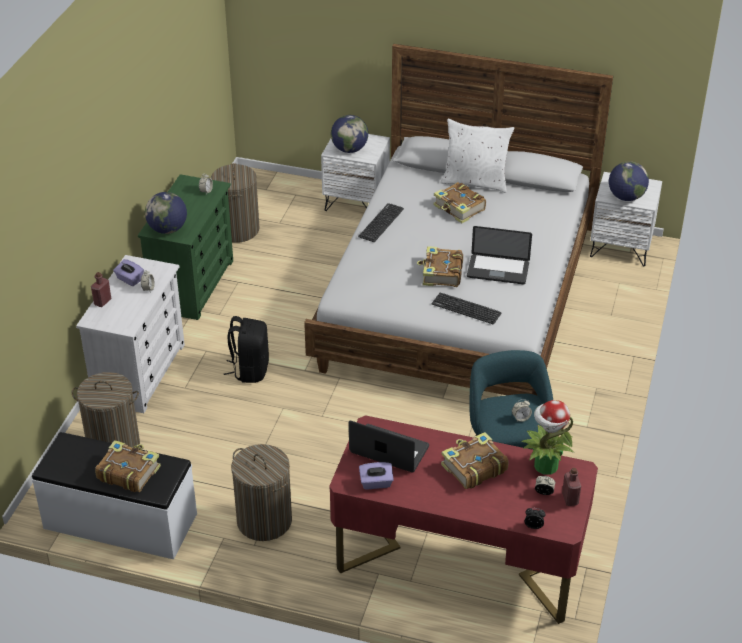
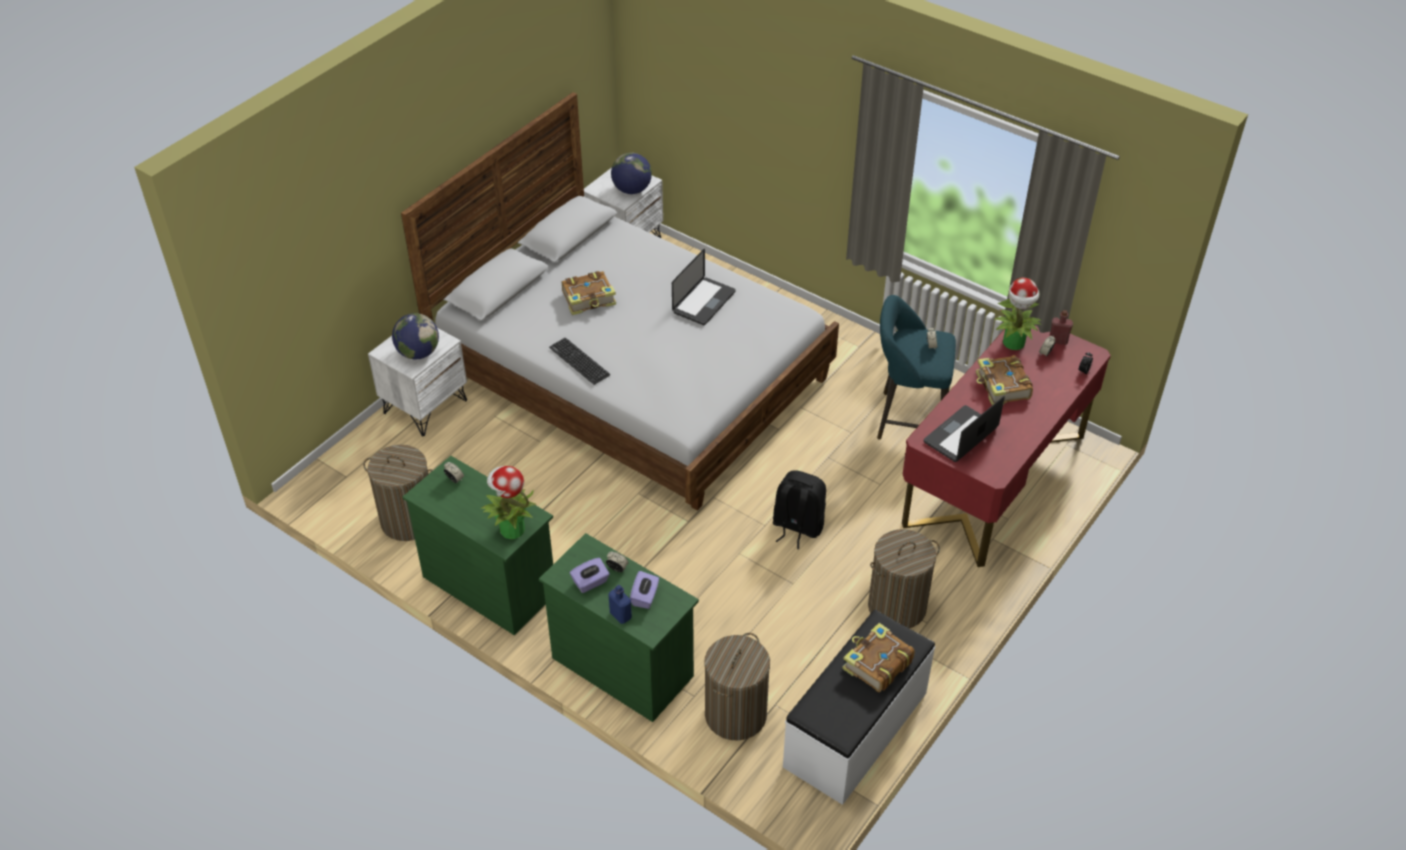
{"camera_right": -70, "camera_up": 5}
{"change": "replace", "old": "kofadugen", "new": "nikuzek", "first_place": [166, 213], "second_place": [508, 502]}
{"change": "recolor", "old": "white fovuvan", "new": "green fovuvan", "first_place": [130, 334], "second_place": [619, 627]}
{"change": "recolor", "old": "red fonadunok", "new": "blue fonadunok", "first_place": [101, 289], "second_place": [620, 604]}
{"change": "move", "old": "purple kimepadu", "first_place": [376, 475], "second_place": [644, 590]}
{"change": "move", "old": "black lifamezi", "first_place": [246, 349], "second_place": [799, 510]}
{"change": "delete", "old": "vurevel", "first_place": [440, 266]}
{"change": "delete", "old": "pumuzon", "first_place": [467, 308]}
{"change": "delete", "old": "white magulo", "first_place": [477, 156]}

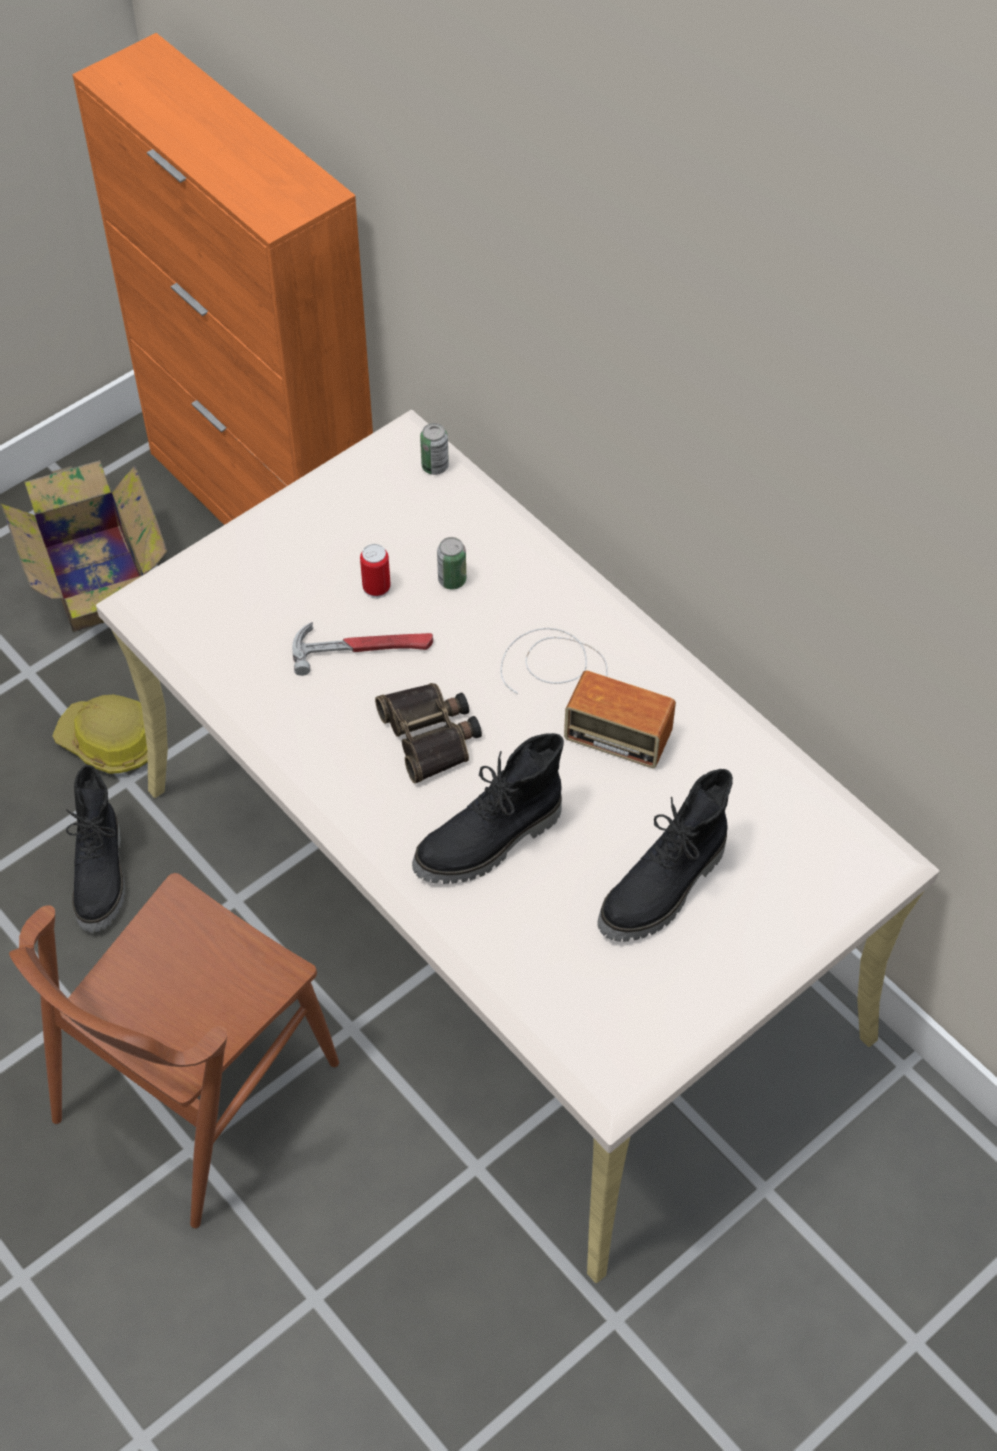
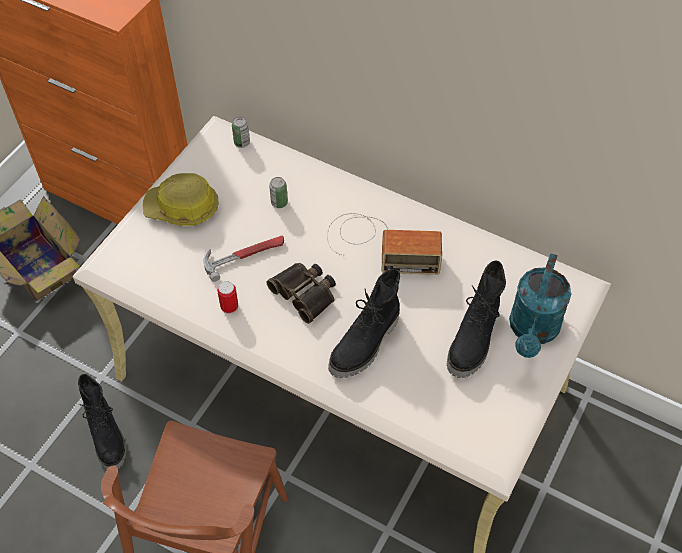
{"camera_right": -20, "camera_up": 0}
{"change": "move", "old": "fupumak", "first_place": [100, 734], "second_place": [181, 199]}
{"change": "move", "old": "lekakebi", "first_place": [375, 571], "second_place": [227, 297]}
{"change": "insert", "new": "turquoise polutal", "second_place": [540, 305]}

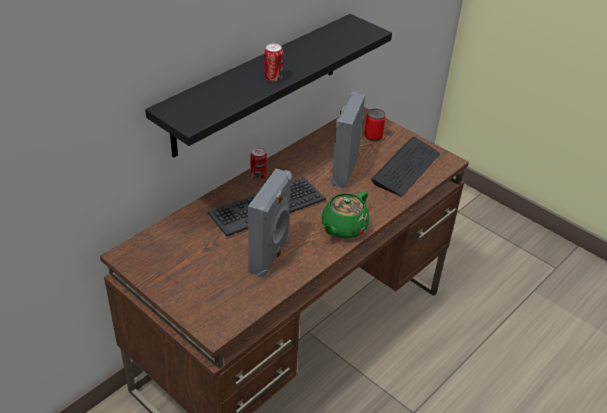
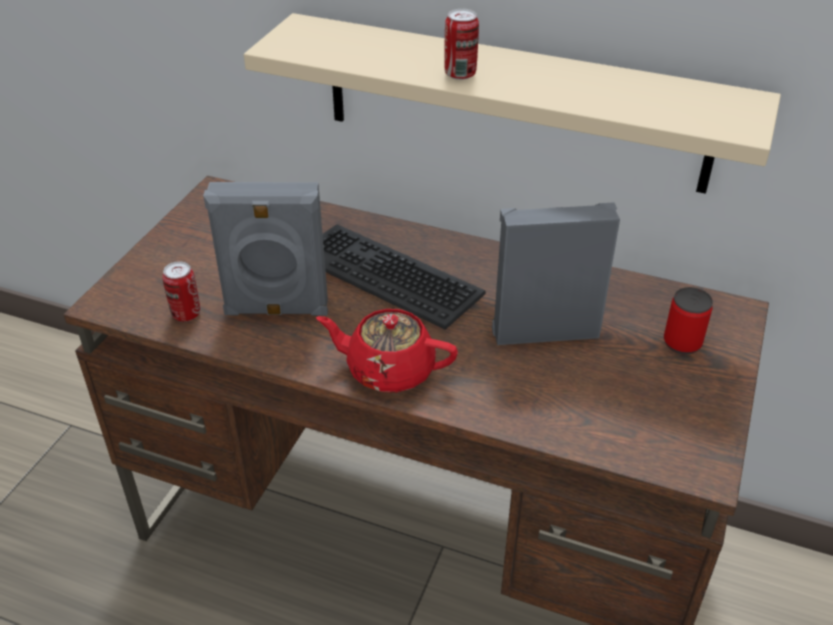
{"camera_right": 70, "camera_up": 0}
{"change": "move", "old": "lekakebi", "first_place": [258, 164], "second_place": [181, 291]}
{"change": "recolor", "old": "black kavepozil", "new": "beige kavepozil", "first_place": [268, 86], "second_place": [512, 103]}
{"change": "recolor", "old": "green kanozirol", "new": "red kanozirol", "first_place": [346, 215], "second_place": [387, 351]}
{"change": "delete", "old": "pumuzon", "first_place": [405, 166]}

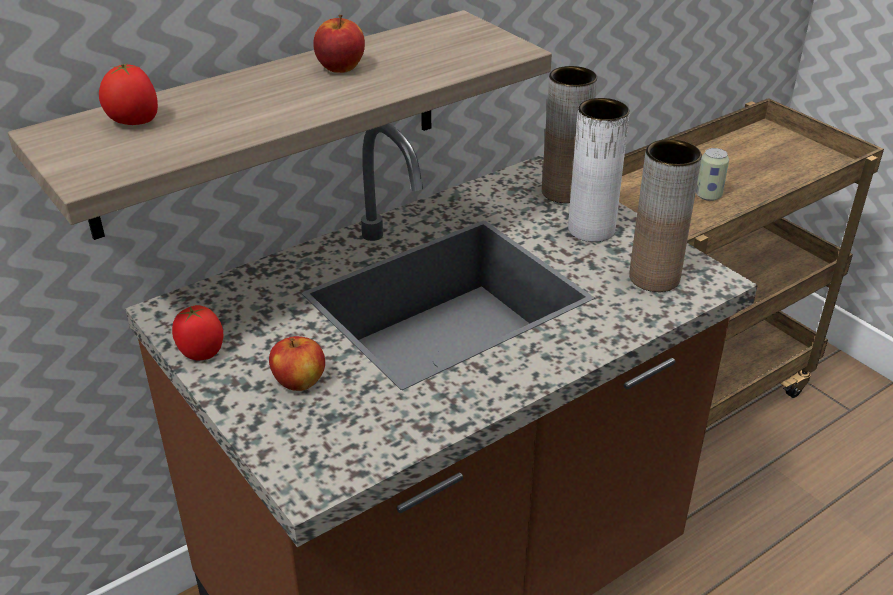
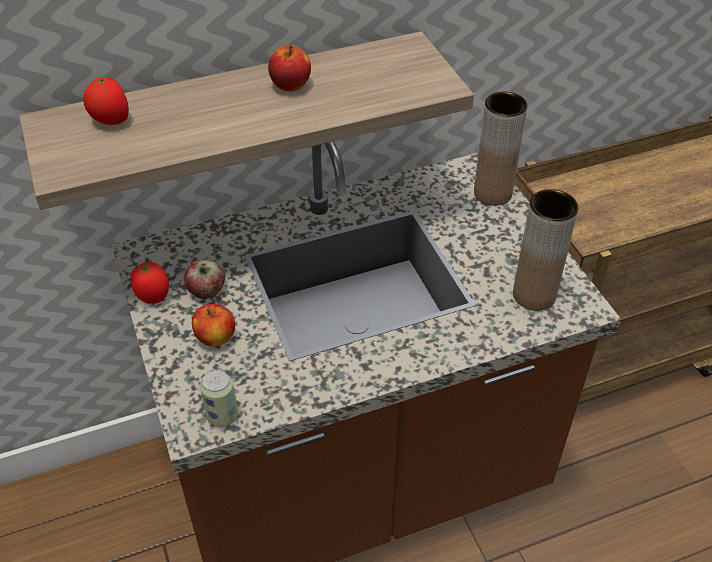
{"camera_right": 15, "camera_up": 10}
{"change": "insert", "new": "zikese", "second_place": [204, 279]}
{"change": "move", "old": "lekakebi", "first_place": [712, 174], "second_place": [219, 398]}
{"change": "delete", "old": "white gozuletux", "first_place": [599, 170]}

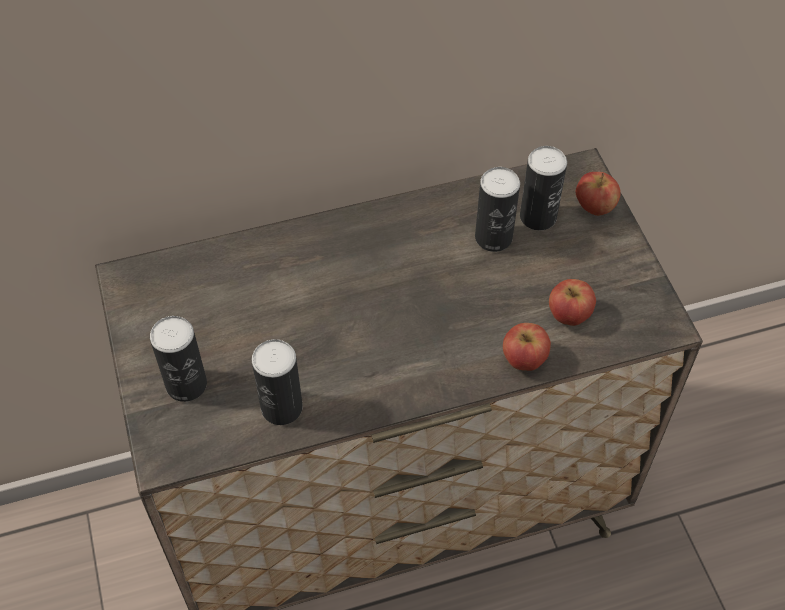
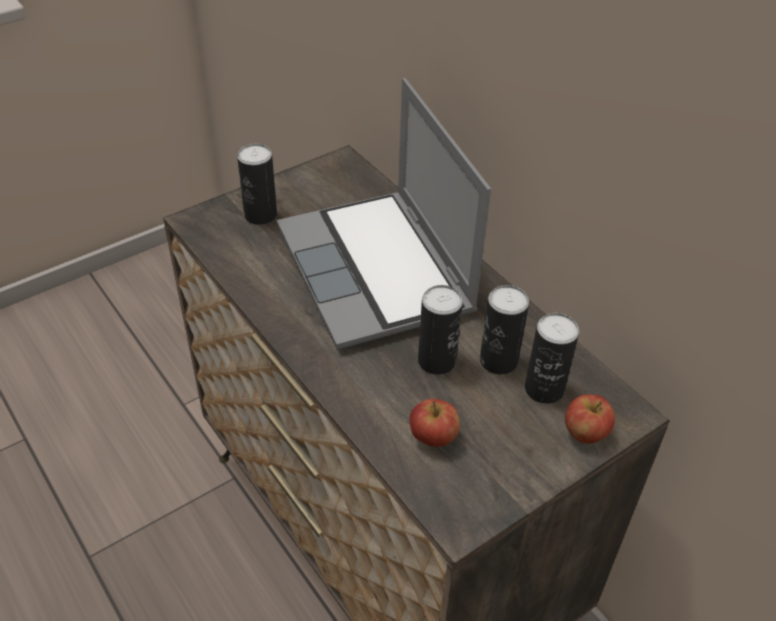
{"camera_right": 70, "camera_up": -10}
{"change": "insert", "new": "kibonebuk", "second_place": [384, 214]}
{"change": "move", "old": "lekakebi", "first_place": [277, 382], "second_place": [440, 330]}
{"change": "delete", "old": "zikese", "first_place": [527, 347]}

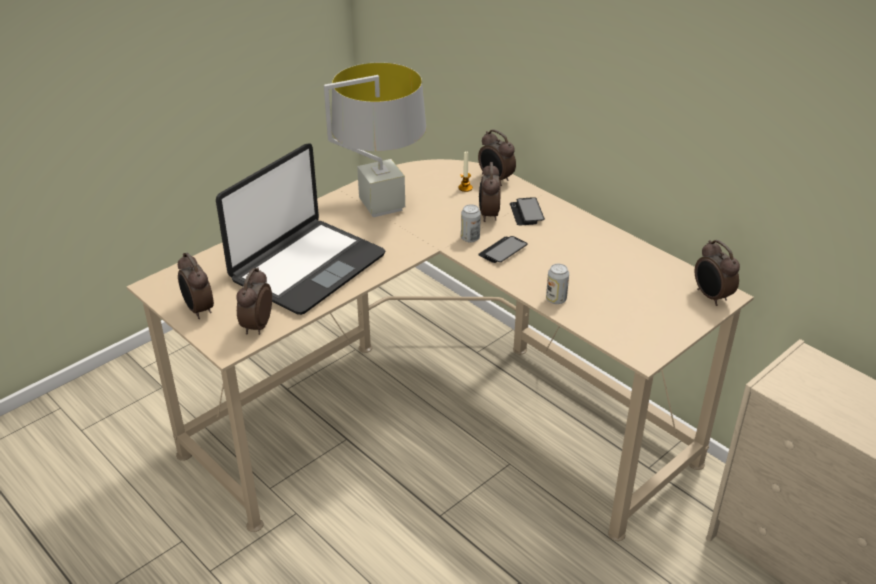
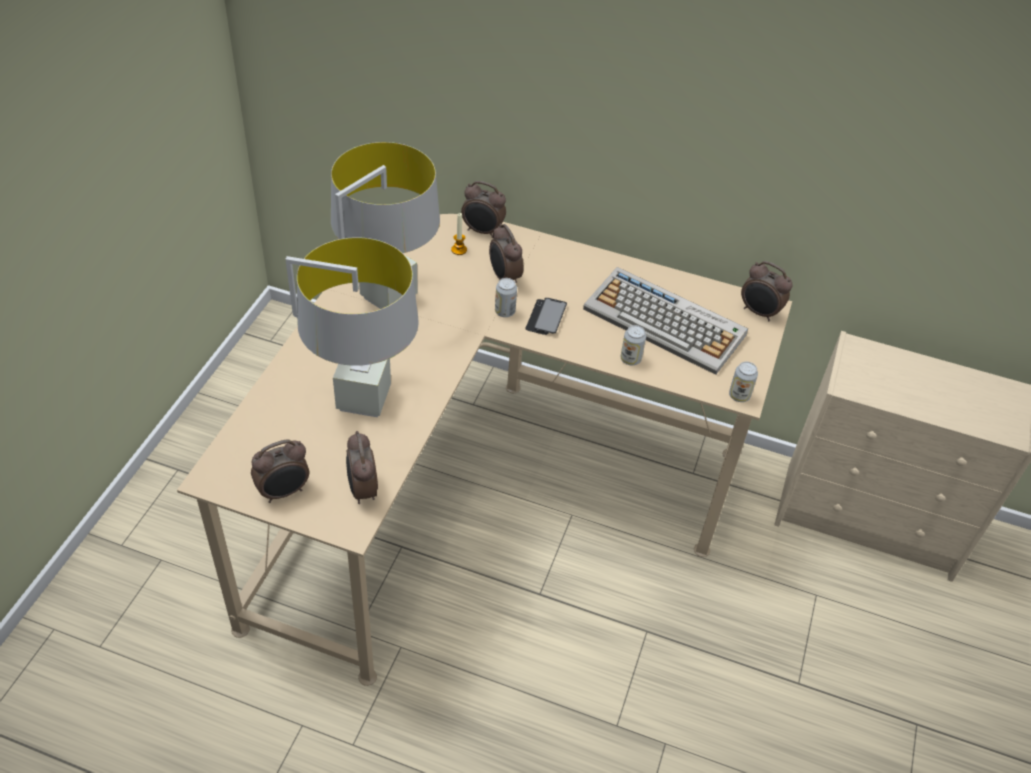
{"camera_right": -30, "camera_up": 10}
{"change": "rotate", "old": "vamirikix", "first_place": [196, 285], "second_place": [280, 471], "degrees": -60}
{"change": "replace", "old": "kibonebuk", "new": "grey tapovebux", "first_place": [301, 229], "second_place": [352, 327]}
{"change": "insert", "new": "pumuzon", "second_place": [665, 321]}
{"change": "insert", "new": "lekakebi", "second_place": [743, 382]}
{"change": "delete", "old": "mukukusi", "first_place": [527, 211]}

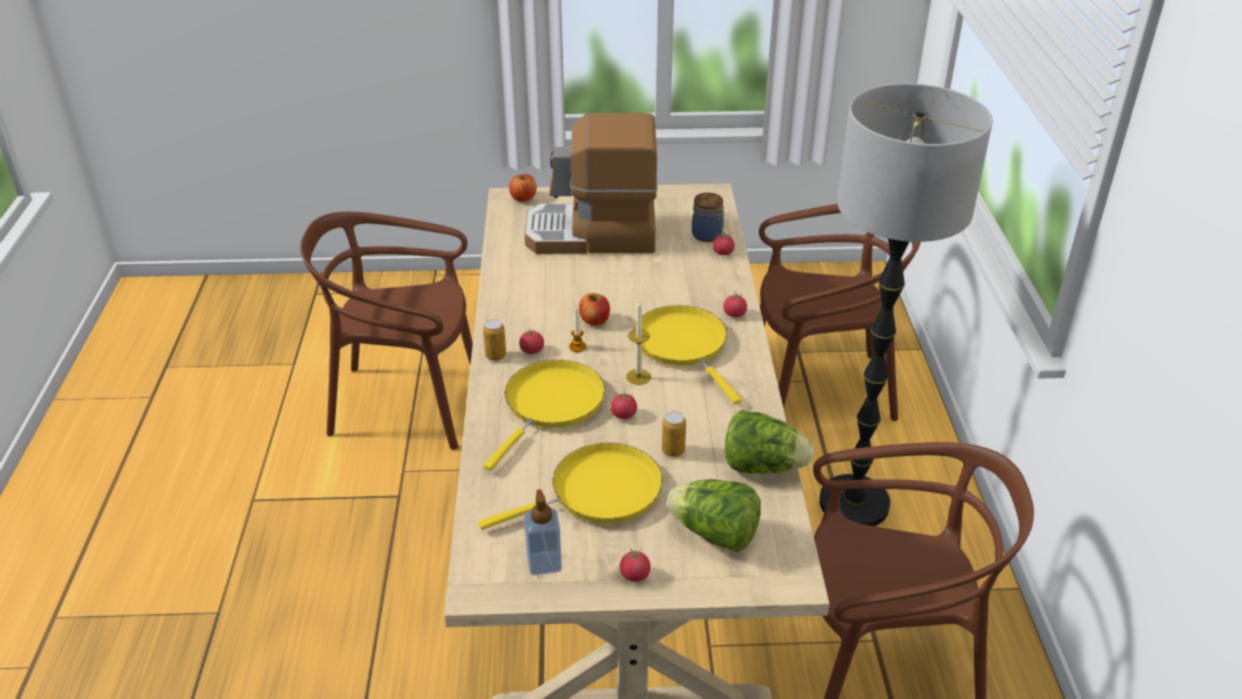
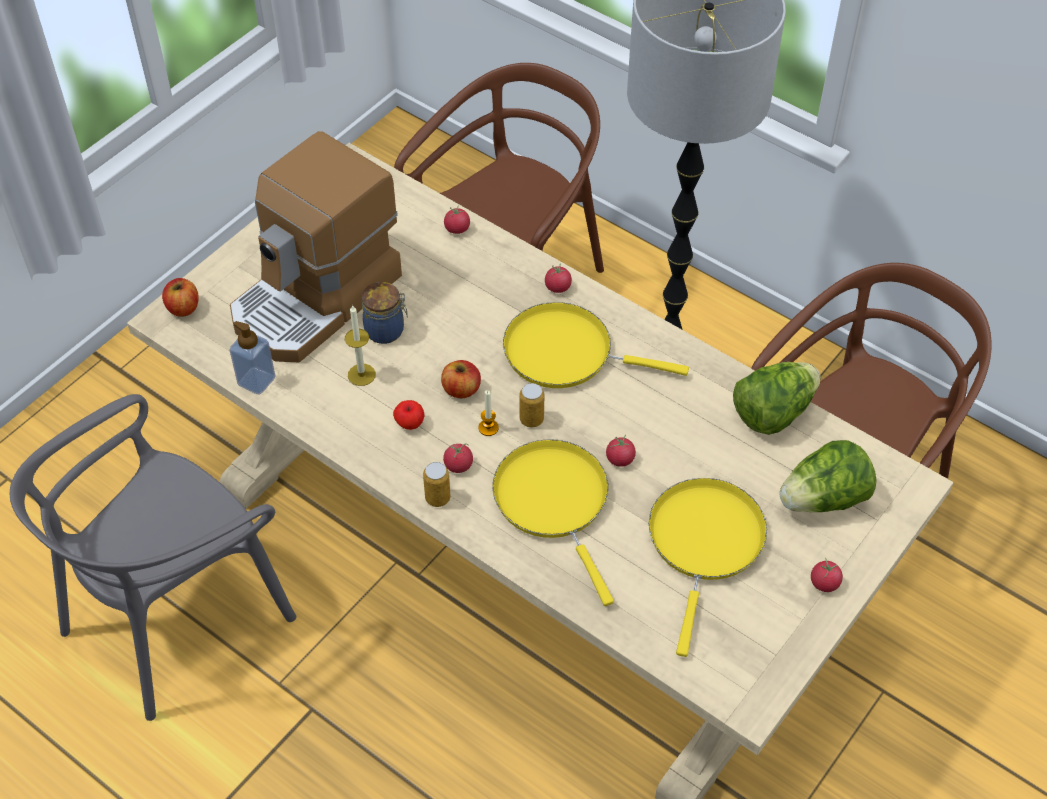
{"camera_right": -50, "camera_up": 15}
{"change": "recolor", "old": "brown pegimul", "new": "grey pegimul", "first_place": [386, 331], "second_place": [153, 557]}
{"change": "move", "old": "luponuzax", "first_place": [543, 532], "second_place": [252, 358]}
{"change": "move", "old": "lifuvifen", "first_place": [638, 342], "second_place": [360, 345]}
{"change": "move", "old": "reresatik", "first_place": [708, 217], "second_place": [385, 313]}
{"change": "insert", "new": "zikese", "second_place": [408, 415]}
{"change": "move", "old": "lekakebi", "first_place": [674, 434], "second_place": [531, 405]}

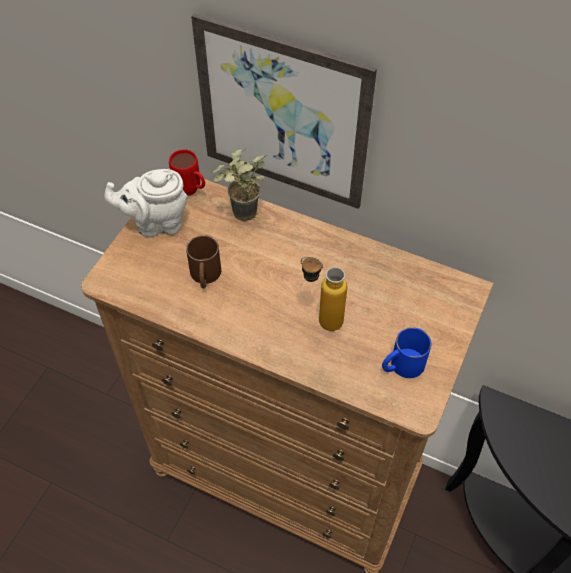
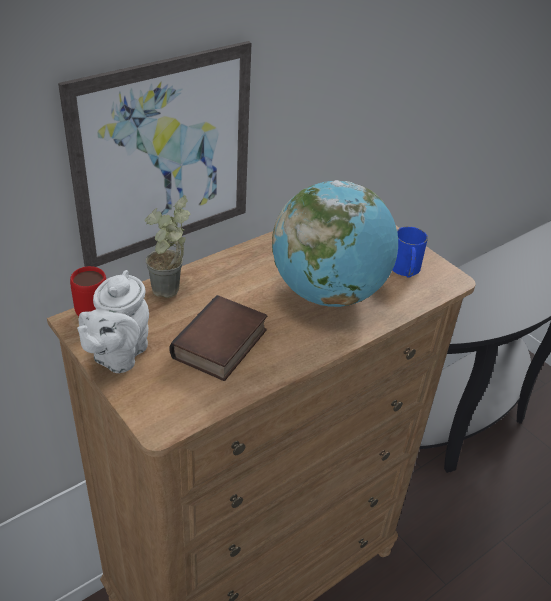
{"camera_right": -65, "camera_up": -15}
{"change": "replace", "old": "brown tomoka", "new": "vurevel", "first_place": [203, 261], "second_place": [218, 338]}
{"change": "replace", "old": "fonadunok", "new": "kofadugen", "first_place": [324, 293], "second_place": [335, 243]}

